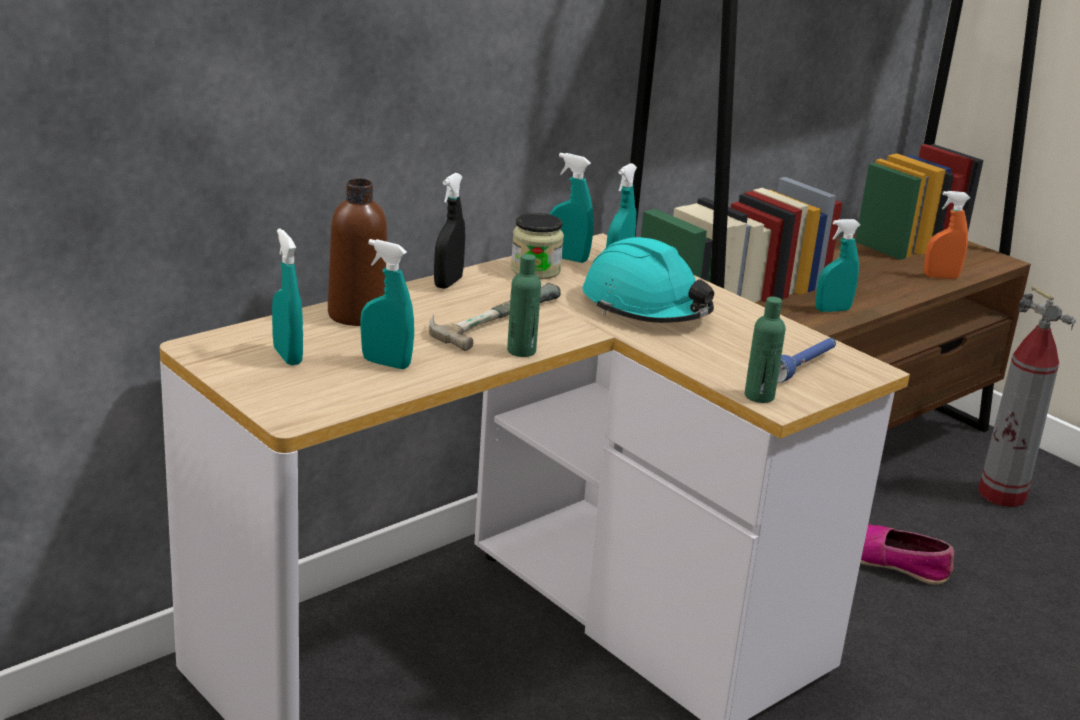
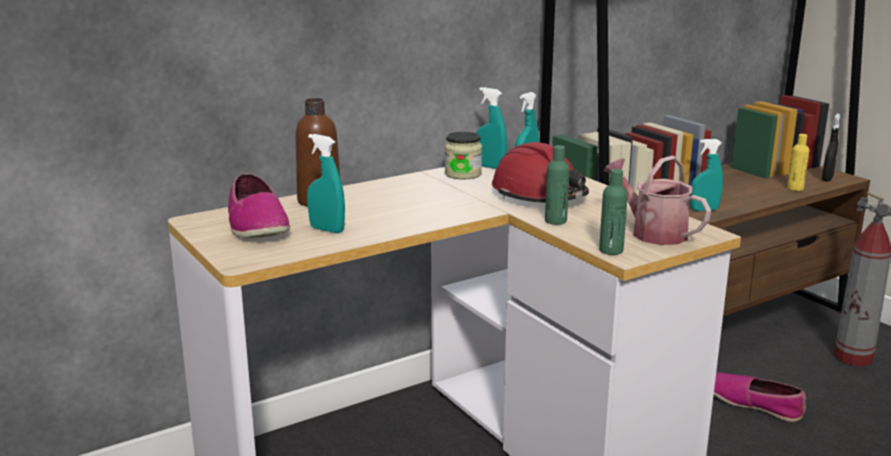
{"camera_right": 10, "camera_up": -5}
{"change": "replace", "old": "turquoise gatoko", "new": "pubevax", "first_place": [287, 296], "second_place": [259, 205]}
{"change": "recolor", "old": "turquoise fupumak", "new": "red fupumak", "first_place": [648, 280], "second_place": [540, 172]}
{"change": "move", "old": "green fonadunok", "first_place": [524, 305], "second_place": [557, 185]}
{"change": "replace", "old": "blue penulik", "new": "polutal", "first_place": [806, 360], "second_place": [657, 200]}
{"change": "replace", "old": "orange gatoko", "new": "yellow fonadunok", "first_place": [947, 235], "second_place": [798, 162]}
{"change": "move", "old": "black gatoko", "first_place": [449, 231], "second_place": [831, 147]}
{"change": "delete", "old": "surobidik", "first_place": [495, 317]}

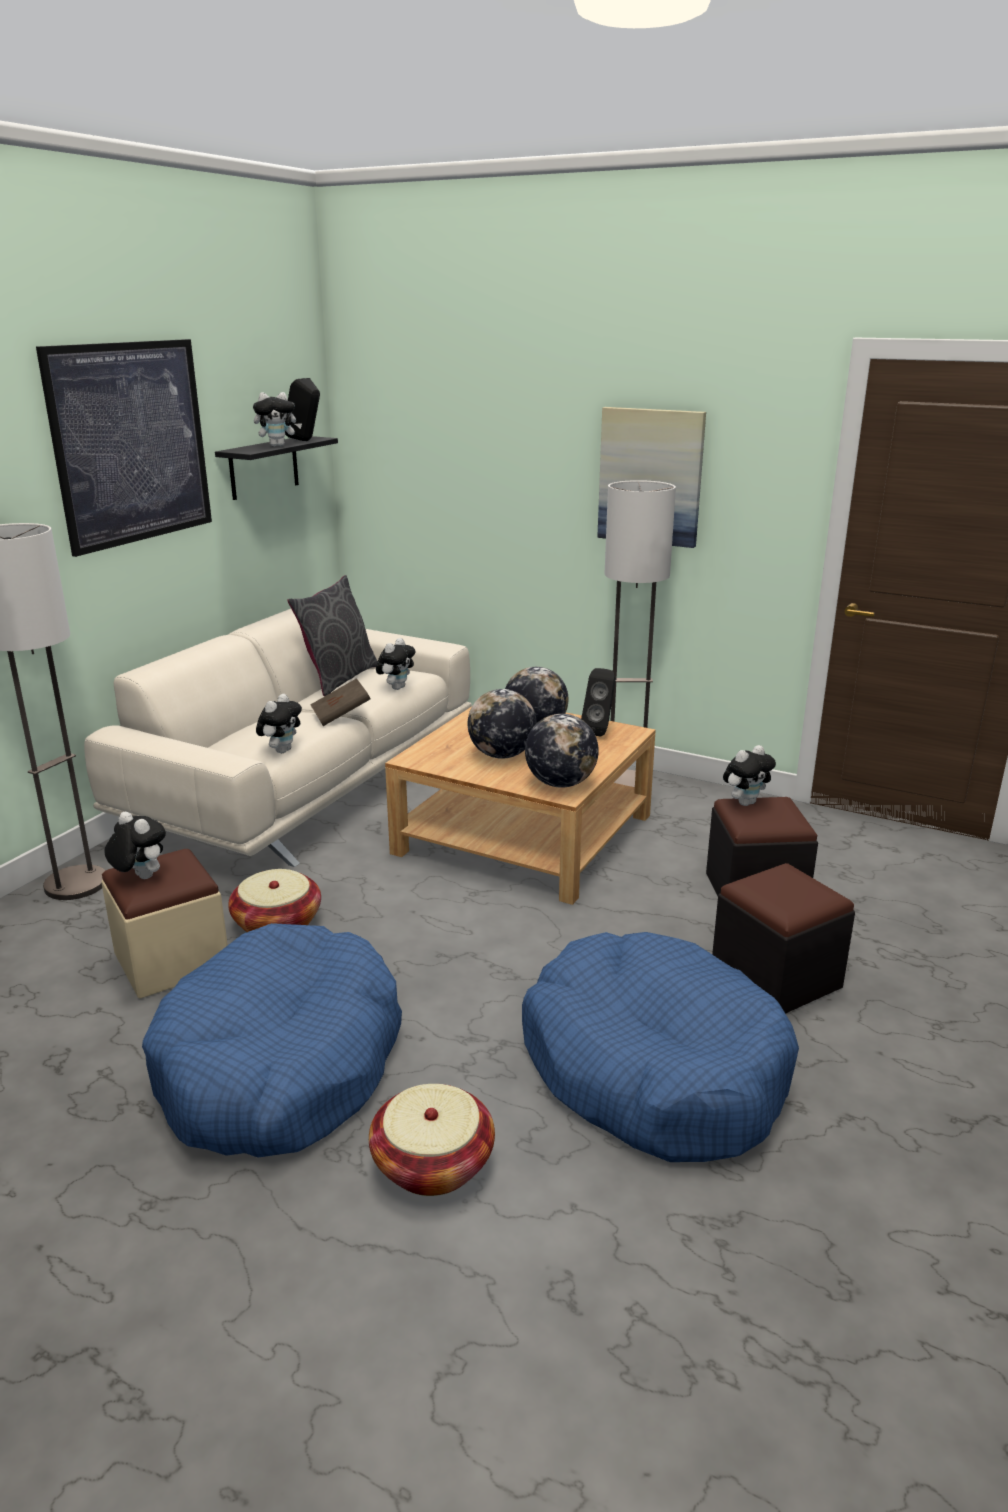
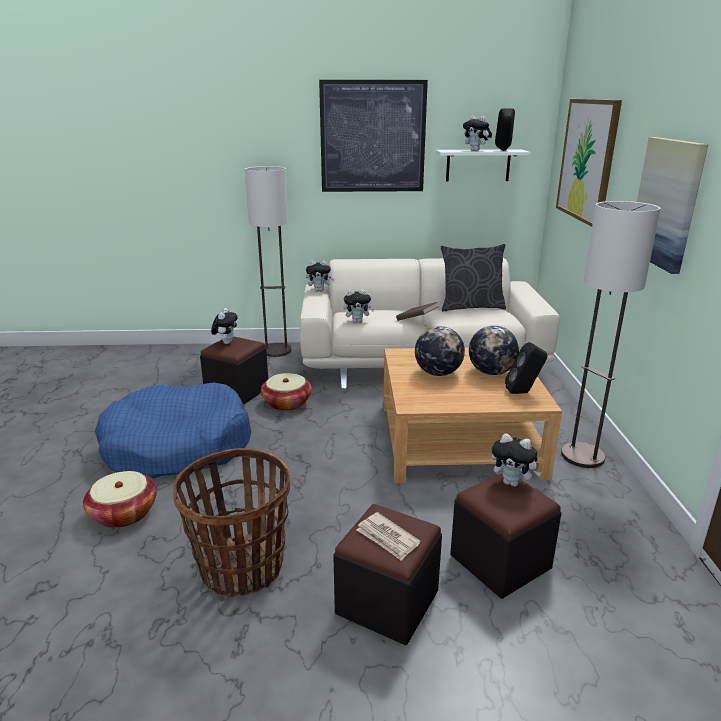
{"camera_right": 60, "camera_up": 0}
{"change": "replace", "old": "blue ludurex", "new": "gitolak", "first_place": [660, 1047], "second_place": [231, 522]}
{"change": "recolor", "old": "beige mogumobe", "new": "black mogumobe", "first_place": [164, 924], "second_place": [234, 371]}
{"change": "move", "old": "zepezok", "first_place": [395, 664], "second_place": [320, 275]}
{"change": "insert", "new": "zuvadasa", "second_place": [388, 536]}
{"change": "recolor", "old": "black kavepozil", "new": "white kavepozil", "first_place": [276, 468], "second_place": [483, 165]}
{"change": "insert", "new": "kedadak", "second_place": [589, 163]}
{"change": "delete", "old": "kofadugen", "first_place": [562, 751]}

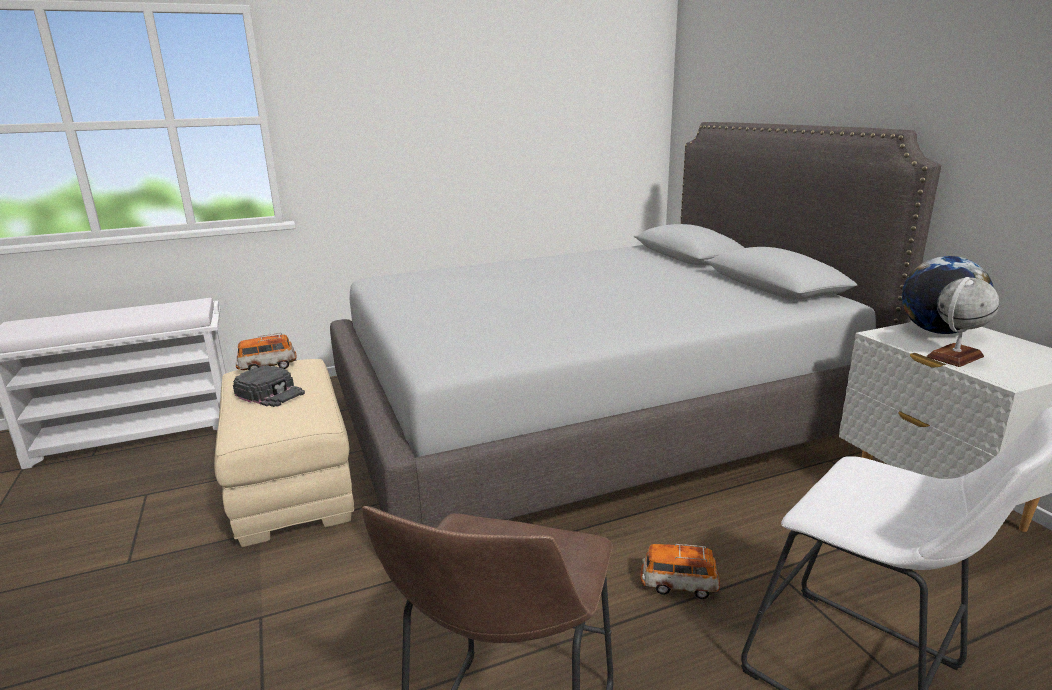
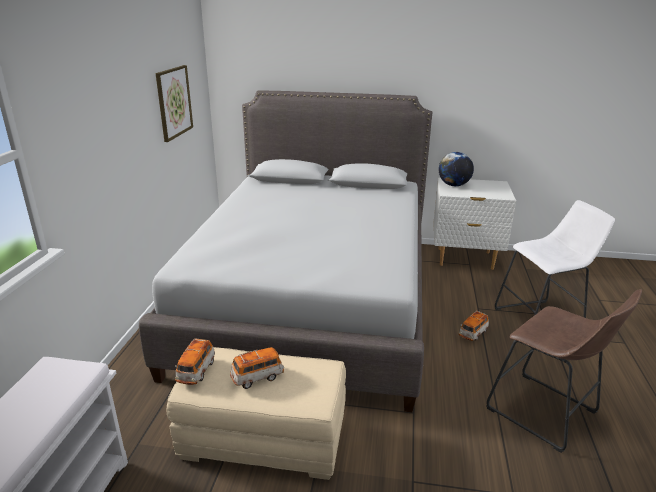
{"camera_right": -60, "camera_up": 5}
{"change": "insert", "new": "kedadak", "second_place": [174, 103]}
{"change": "replace", "old": "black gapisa", "new": "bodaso", "first_place": [269, 386], "second_place": [257, 368]}
{"change": "delete", "old": "kofadugen", "first_place": [962, 322]}

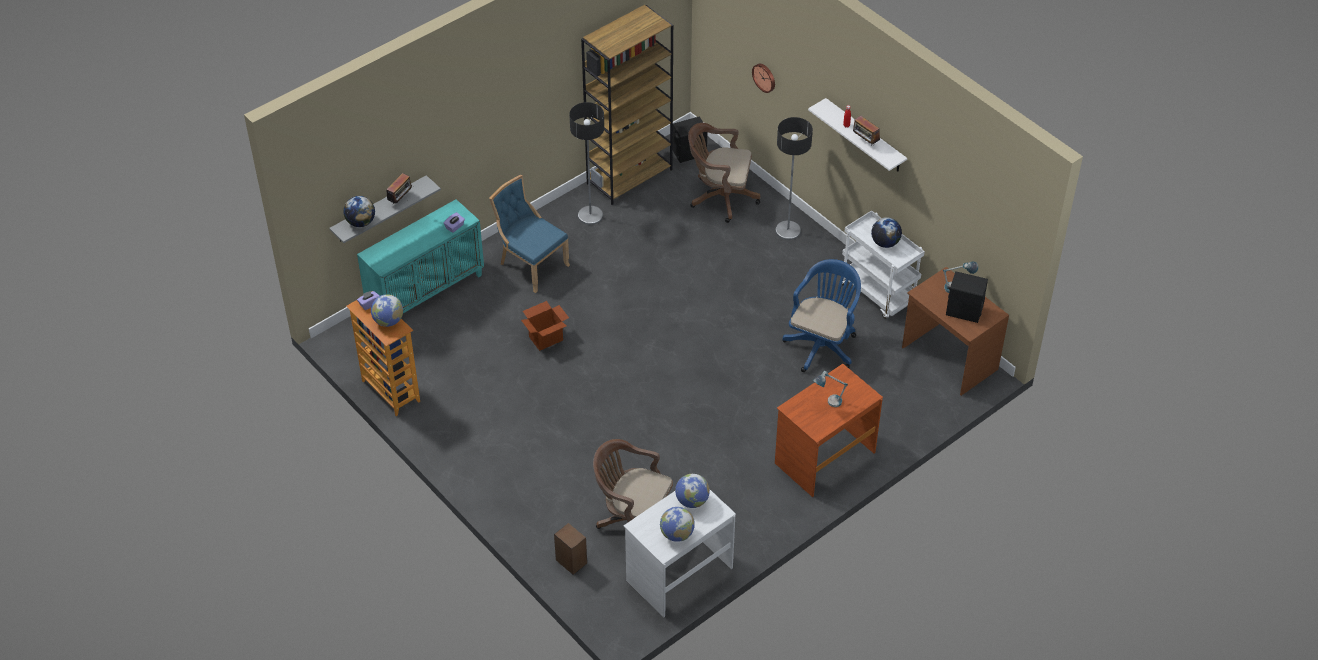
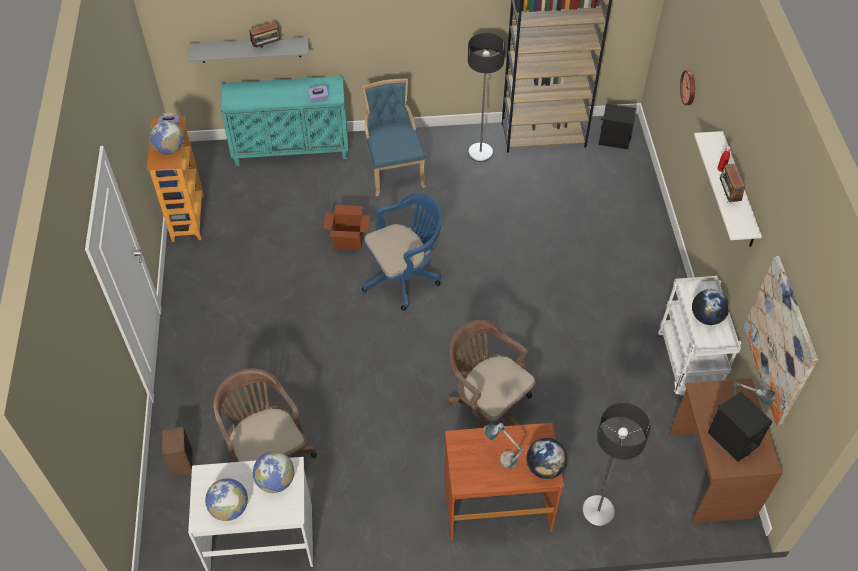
{"camera_right": 35, "camera_up": 5}
{"change": "move", "old": "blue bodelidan", "first_place": [821, 315], "second_place": [402, 252]}
{"change": "move", "old": "brown bodelidan", "first_place": [724, 173], "second_place": [491, 374]}
{"change": "move", "old": "kofadugen", "first_place": [359, 211], "second_place": [546, 458]}
{"change": "move", "old": "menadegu", "first_place": [794, 178], "second_place": [616, 465]}
{"change": "insert", "new": "kedadak", "second_place": [781, 340]}

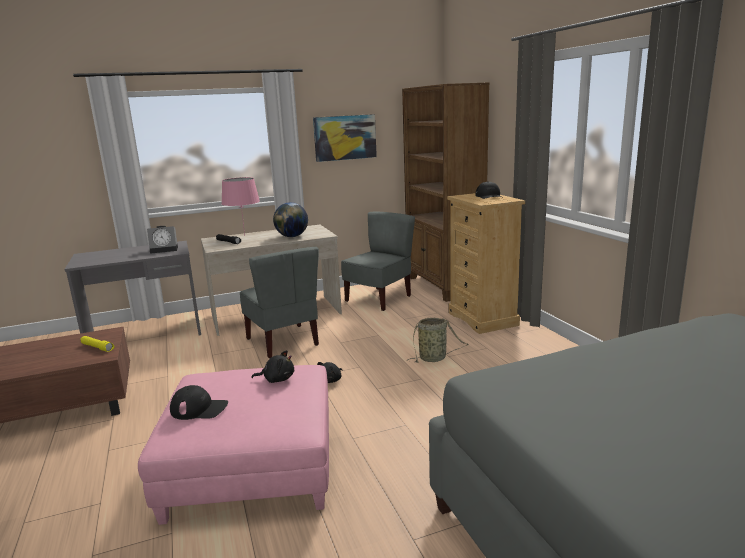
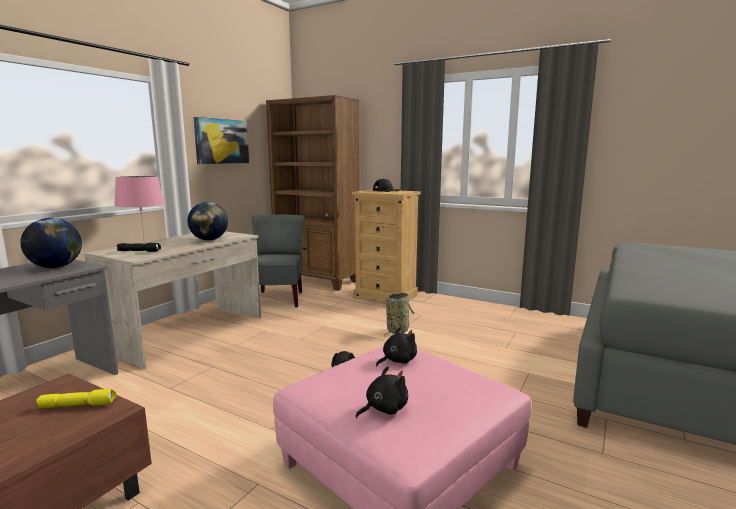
{"camera_right": -40, "camera_up": -5}
{"change": "replace", "old": "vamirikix", "new": "kofadugen", "first_place": [162, 240], "second_place": [51, 243]}
{"change": "replace", "old": "black gapisa", "new": "black zepezok", "first_place": [199, 402], "second_place": [382, 392]}
{"change": "delete", "old": "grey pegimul", "first_place": [279, 302]}

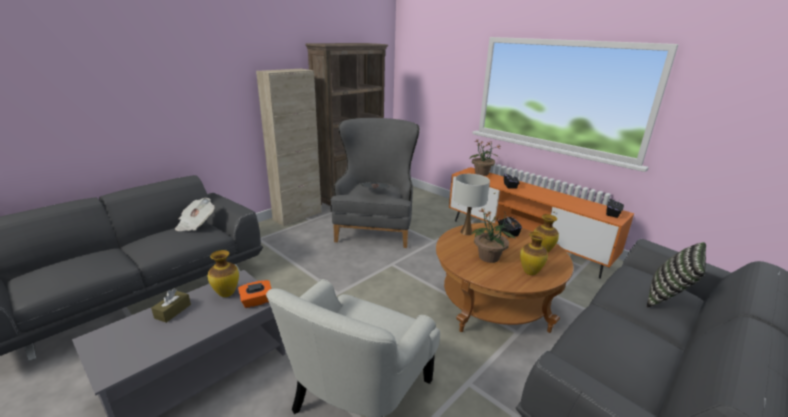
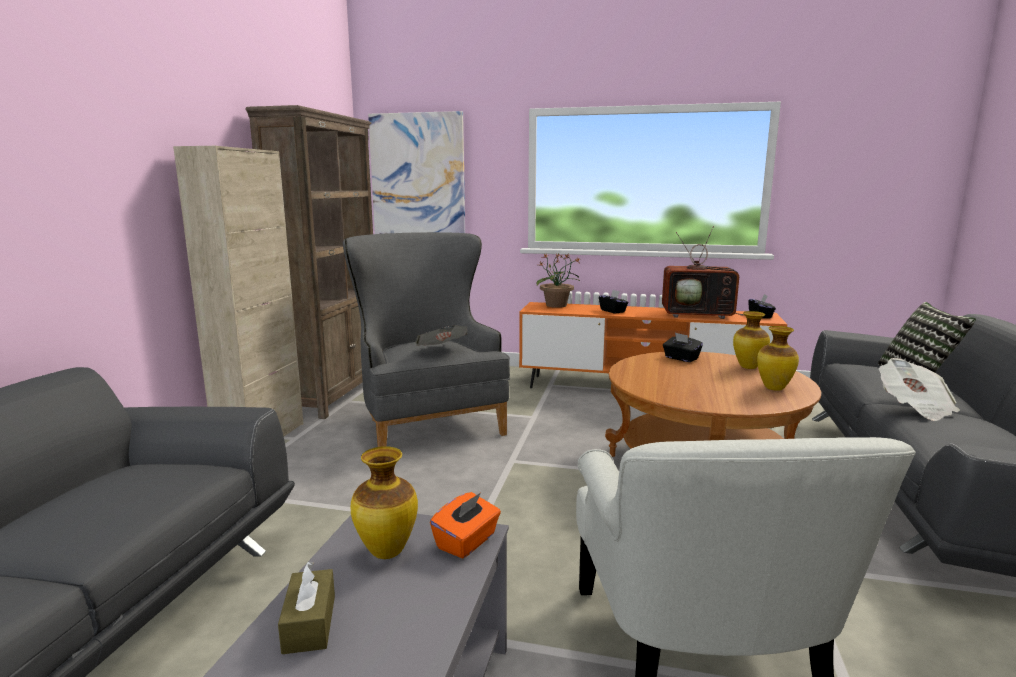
{"camera_right": -30, "camera_up": -10}
{"change": "insert", "new": "kedadak", "second_place": [416, 172]}
{"change": "insert", "new": "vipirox", "second_place": [703, 272]}
{"change": "move", "old": "zuvadasa", "first_place": [195, 214], "second_place": [919, 389]}
{"change": "delete", "old": "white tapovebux", "first_place": [472, 204]}
{"change": "delete", "old": "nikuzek", "first_place": [494, 235]}

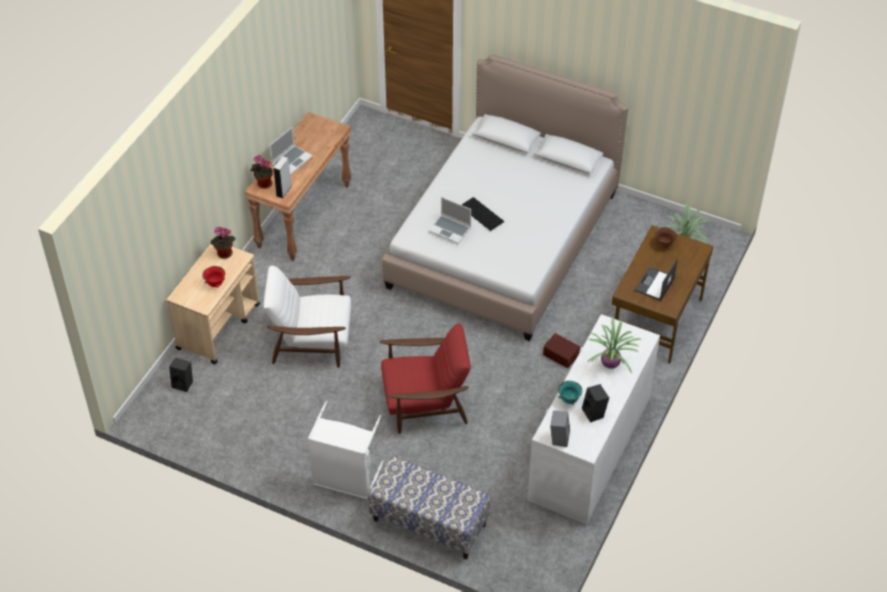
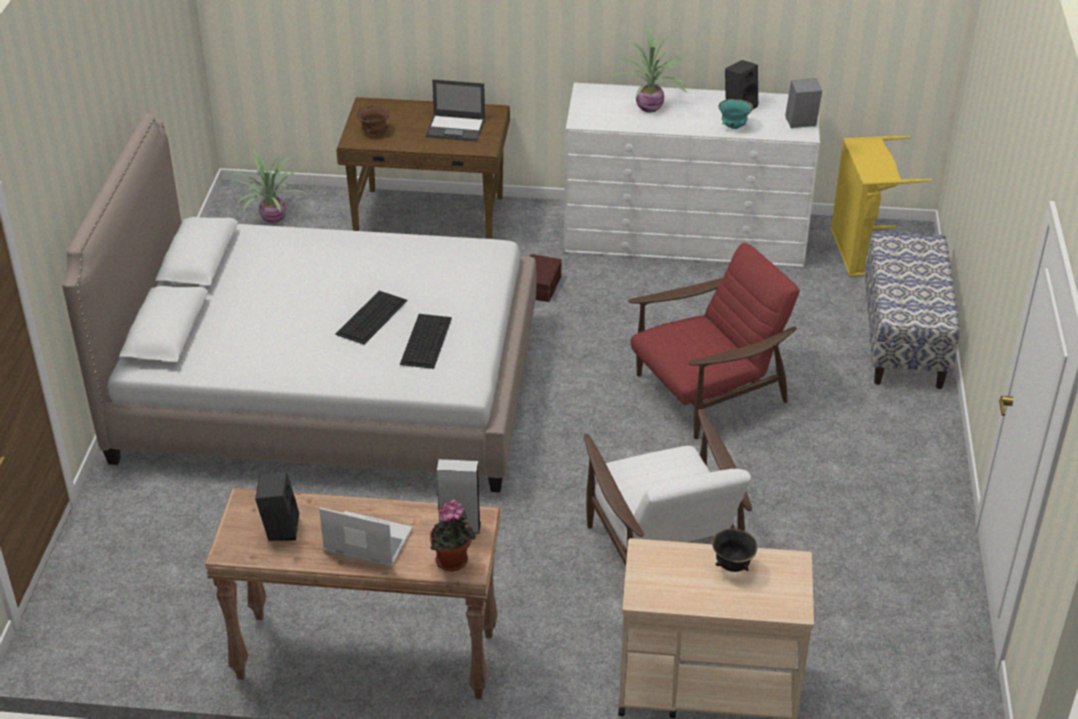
{"camera_right": -110, "camera_up": -10}
{"change": "move", "old": "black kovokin", "first_place": [181, 375], "second_place": [277, 506]}
{"change": "replace", "old": "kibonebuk", "new": "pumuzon", "first_place": [449, 220], "second_place": [426, 341]}
{"change": "rotate", "old": "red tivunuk", "first_place": [425, 379], "second_place": [714, 341], "degrees": 90}
{"change": "recolor", "old": "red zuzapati", "new": "black zuzapati", "first_place": [213, 276], "second_place": [734, 550]}
{"change": "insert", "new": "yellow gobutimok", "second_place": [881, 205]}
{"change": "delete", "old": "nikuzek", "first_place": [222, 243]}
{"change": "delete", "old": "white gobutimok", "first_place": [346, 450]}

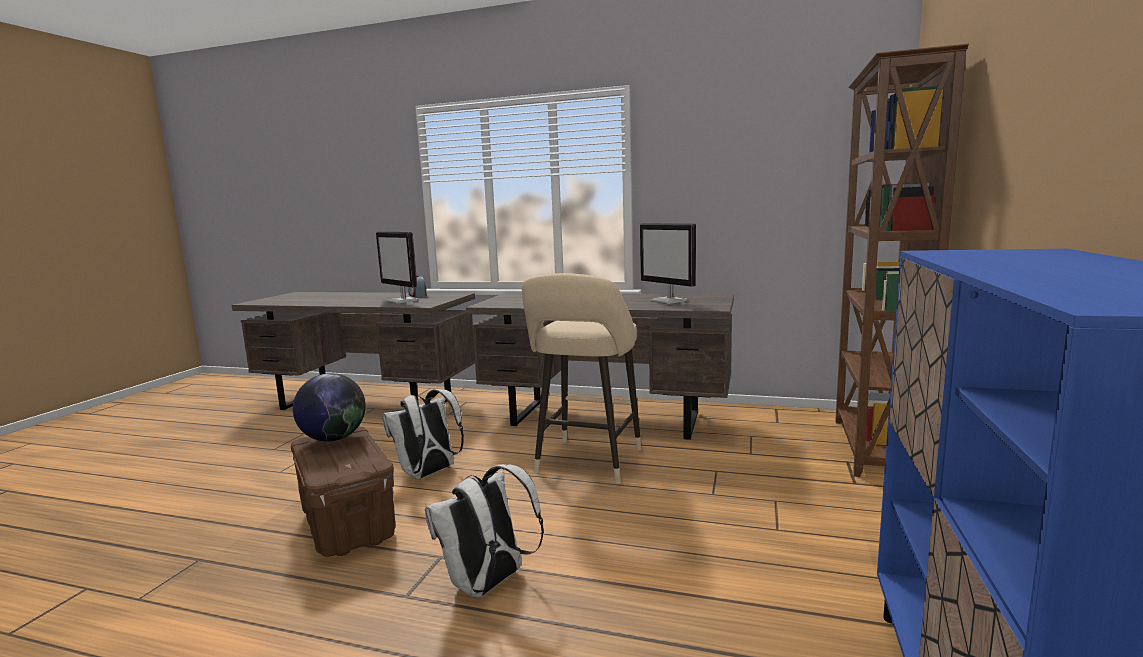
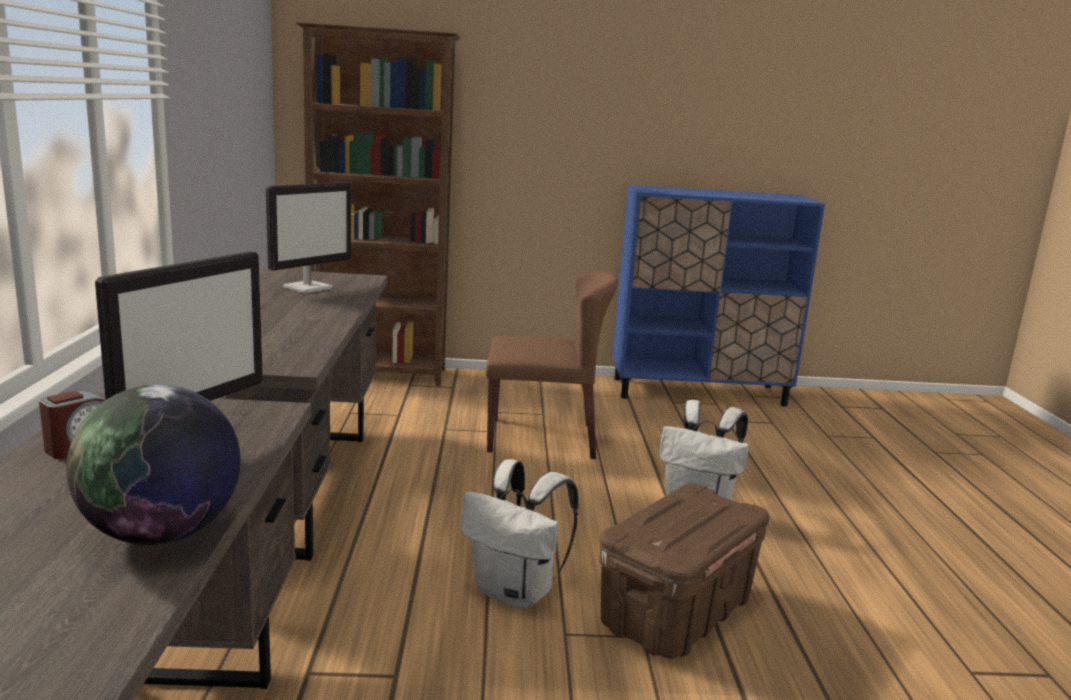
{"camera_right": -110, "camera_up": 5}
{"change": "move", "old": "kofadugen", "first_place": [329, 407], "second_place": [153, 464]}
{"change": "insert", "new": "brown pegimul", "second_place": [552, 365]}
{"change": "delete", "old": "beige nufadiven", "first_place": [581, 378]}

